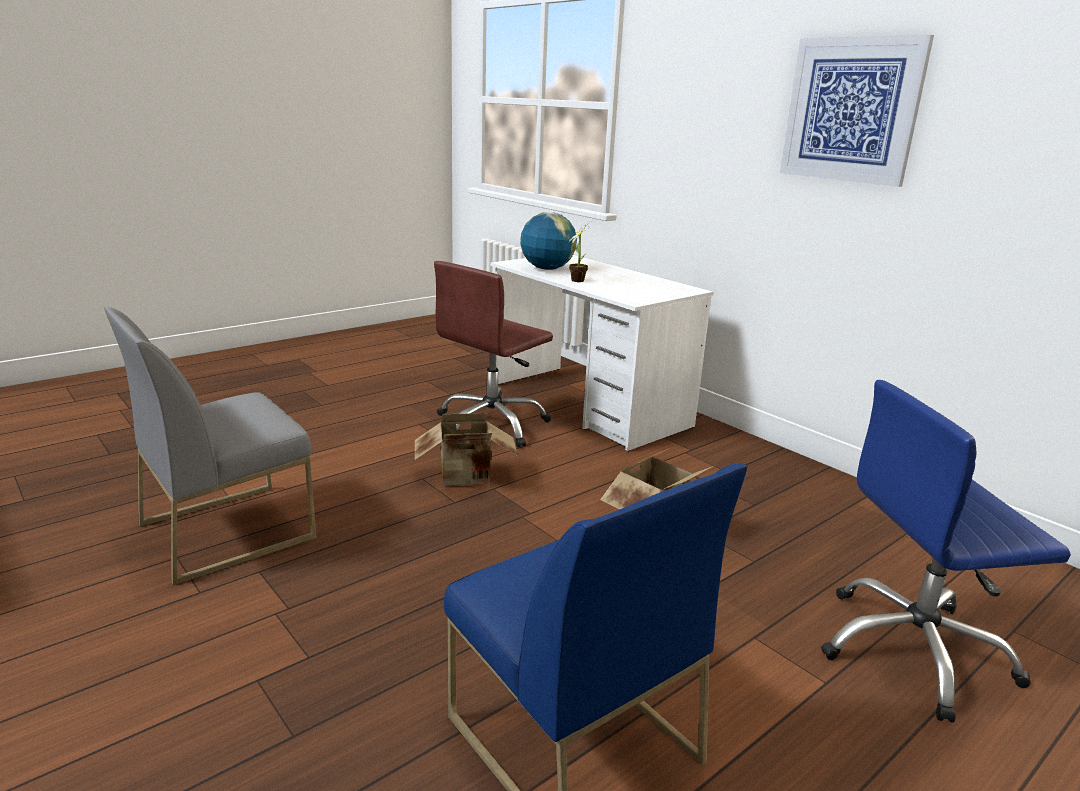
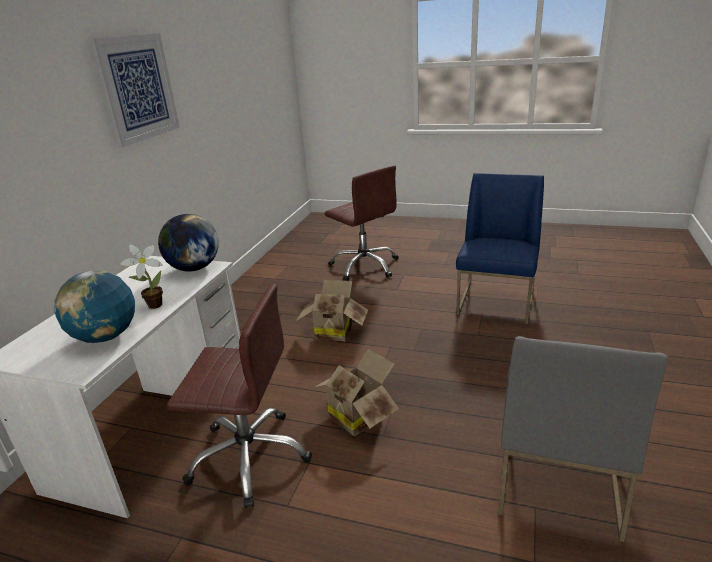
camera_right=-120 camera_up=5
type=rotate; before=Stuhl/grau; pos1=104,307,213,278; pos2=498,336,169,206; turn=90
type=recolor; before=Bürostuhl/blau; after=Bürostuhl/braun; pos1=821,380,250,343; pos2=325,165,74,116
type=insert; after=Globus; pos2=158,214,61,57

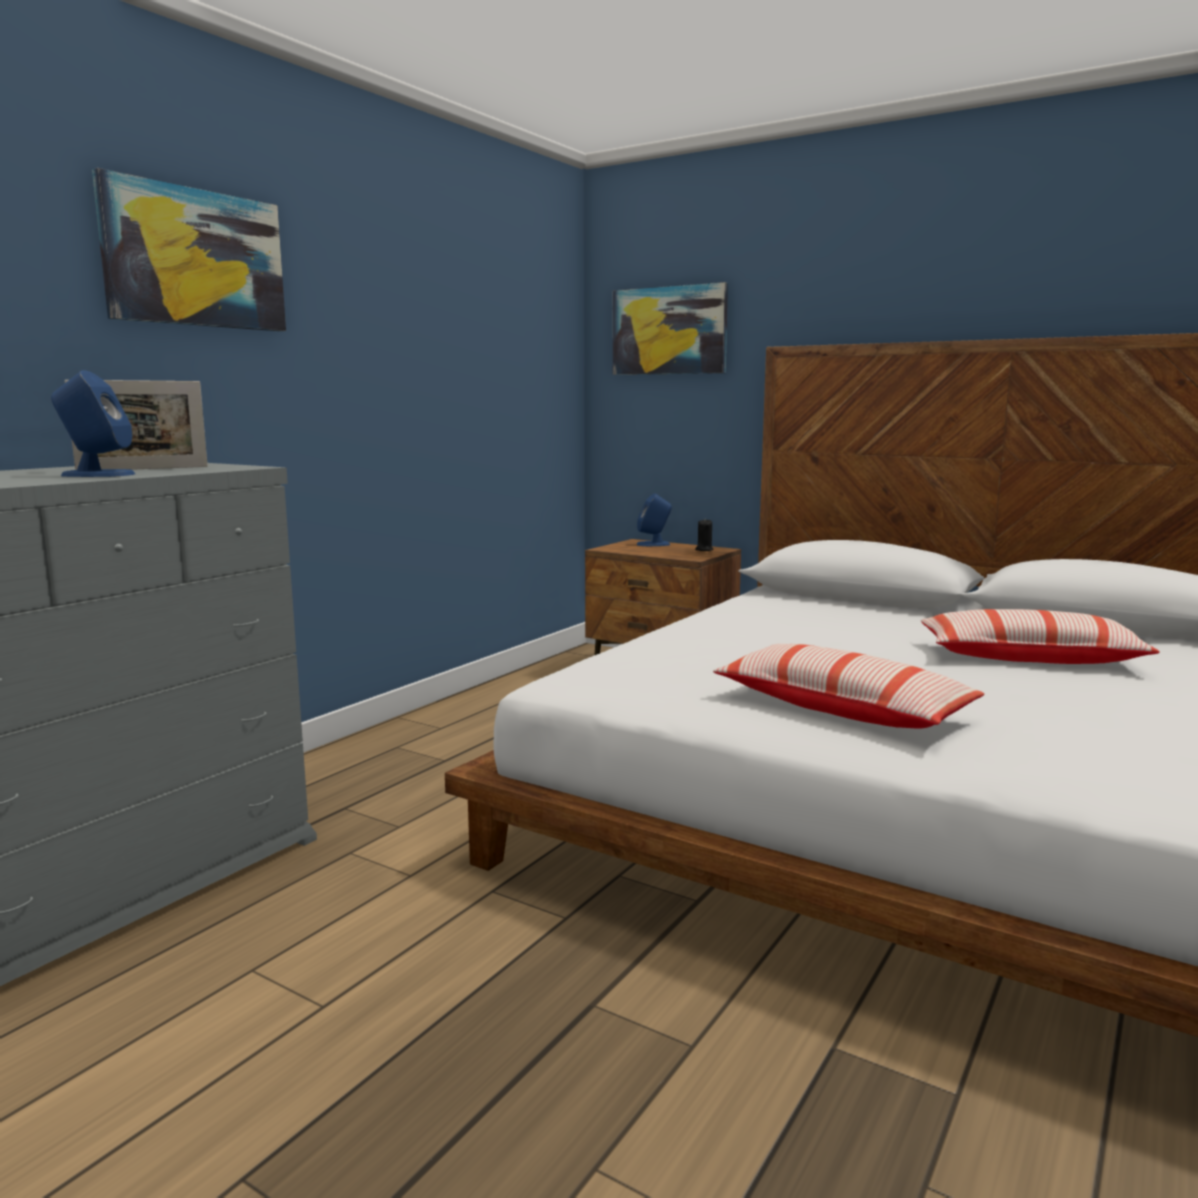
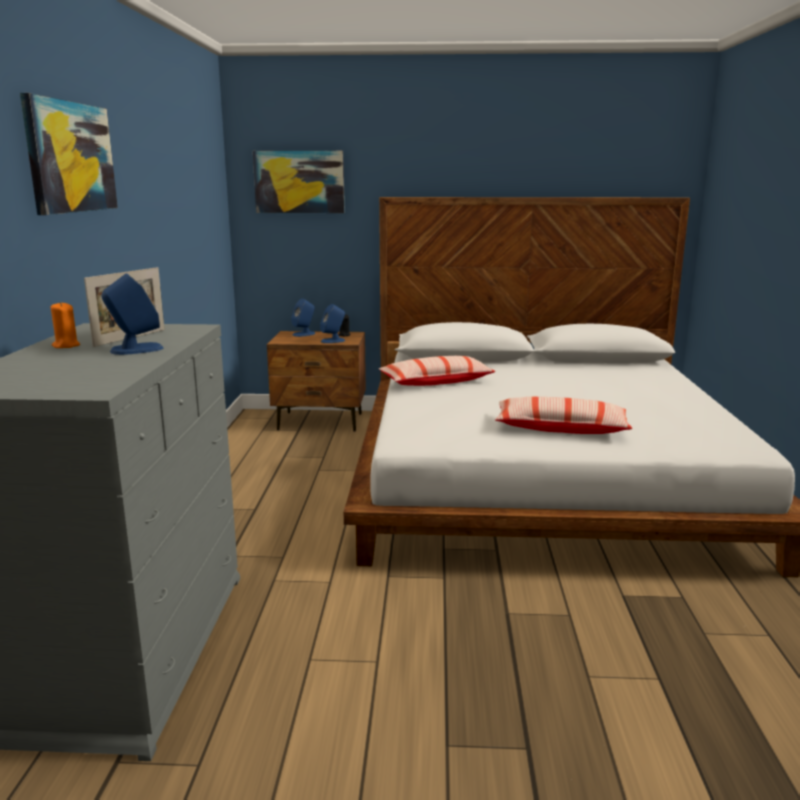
camera_right=-30 camera_up=5
type=move; before=Kissen; pos1=921,609,239,55; pos2=379,356,117,30
type=insert; after=Kerze/orange; pos2=50,302,30,46
type=insert; after=Lautsprecher/blau; pos2=320,304,25,39

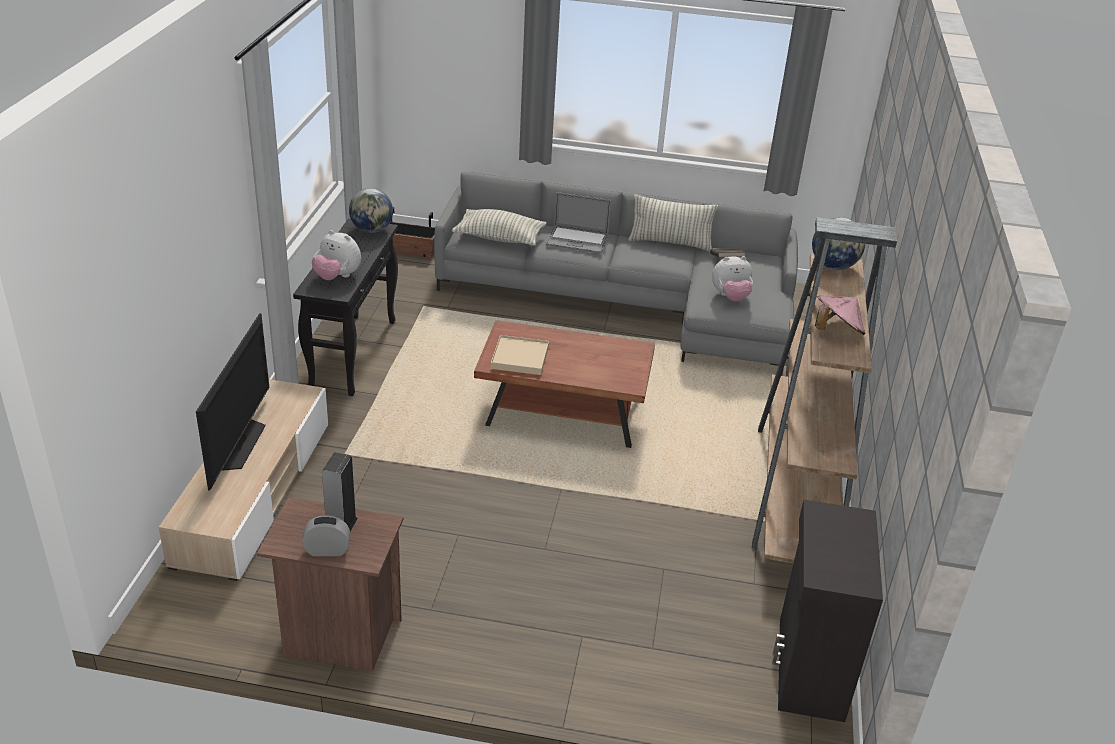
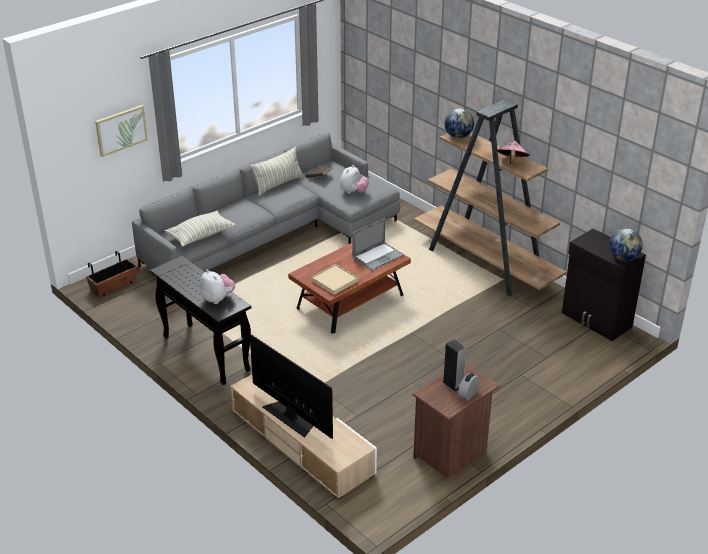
camera_right=-50 camera_up=0
type=rotate; before=Plüschtier; pos1=312,230,49,50; pos2=200,270,35,34; turn=-105
type=move; before=Globus; pos1=349,188,44,45; pos2=609,229,34,32
type=move; before=Laptop; pos1=546,192,65,62; pos2=352,218,52,53
type=insert; after=Bild; pos2=95,105,53,52

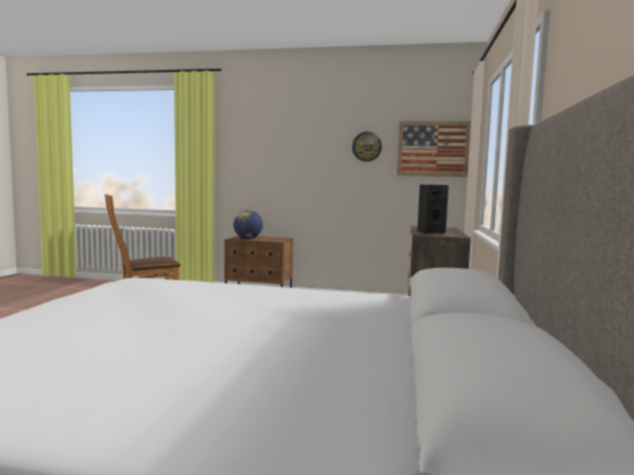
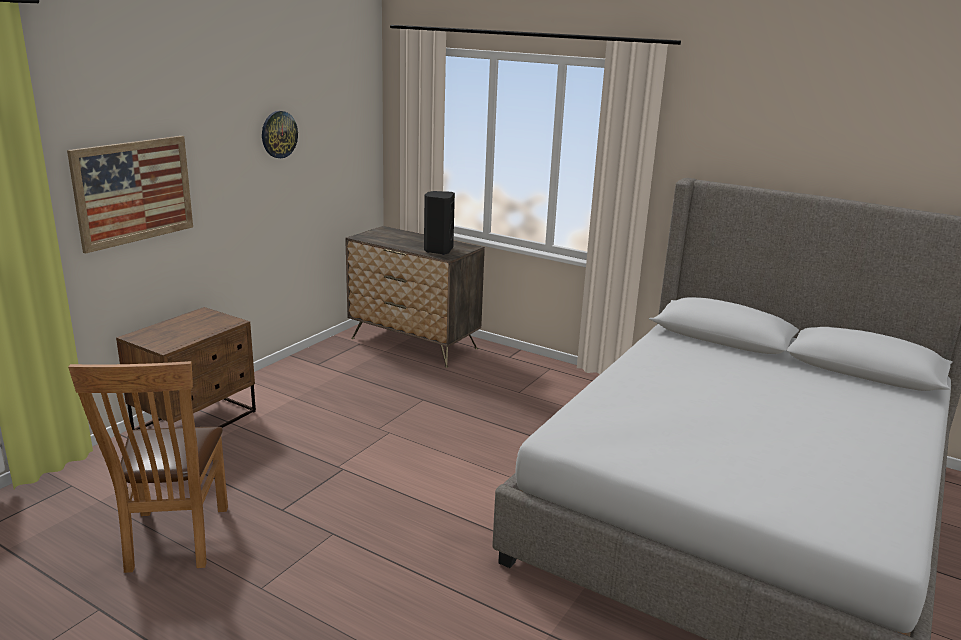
camera_right=-70 camera_up=15
type=delete; before=Globus; pos1=233,210,30,29
type=move; before=Bild; pos1=397,121,74,56; pos2=67,136,126,117

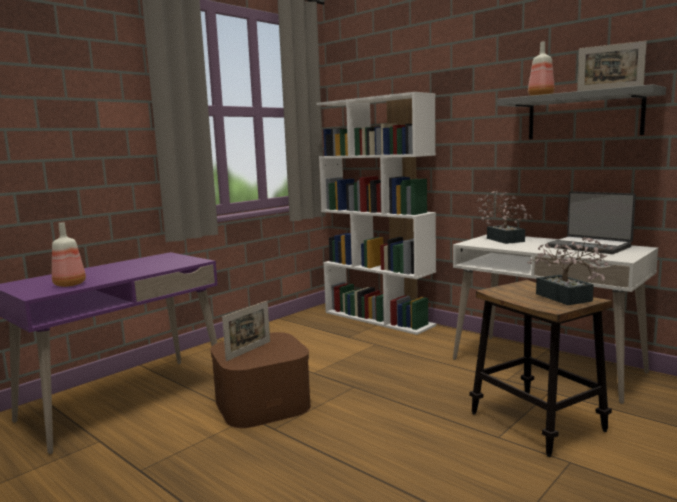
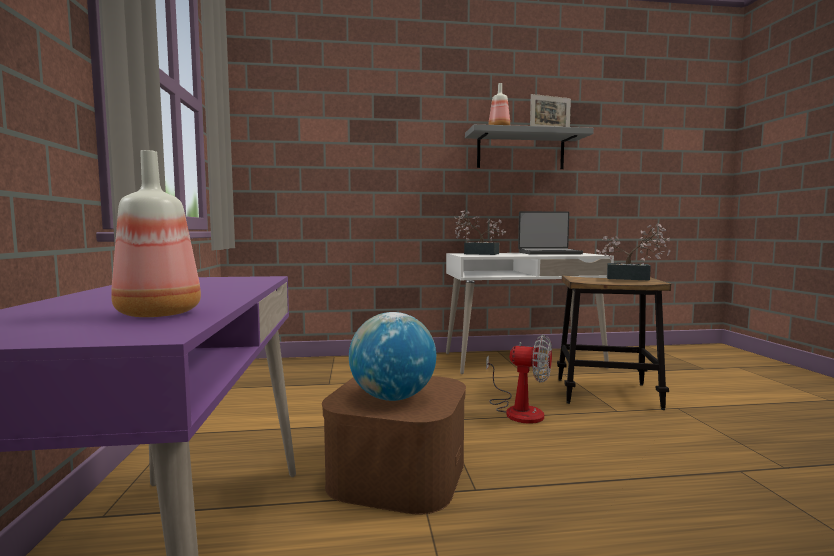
camera_right=-50 camera_up=-5
type=replace; before=Bilderrahmen; after=Globus; pos1=222,301,48,60; pos2=349,312,87,89
type=delete; before=Bücherregal/weiß; pos1=317,92,119,243
type=insert; after=Ventilator; pos2=486,335,66,89

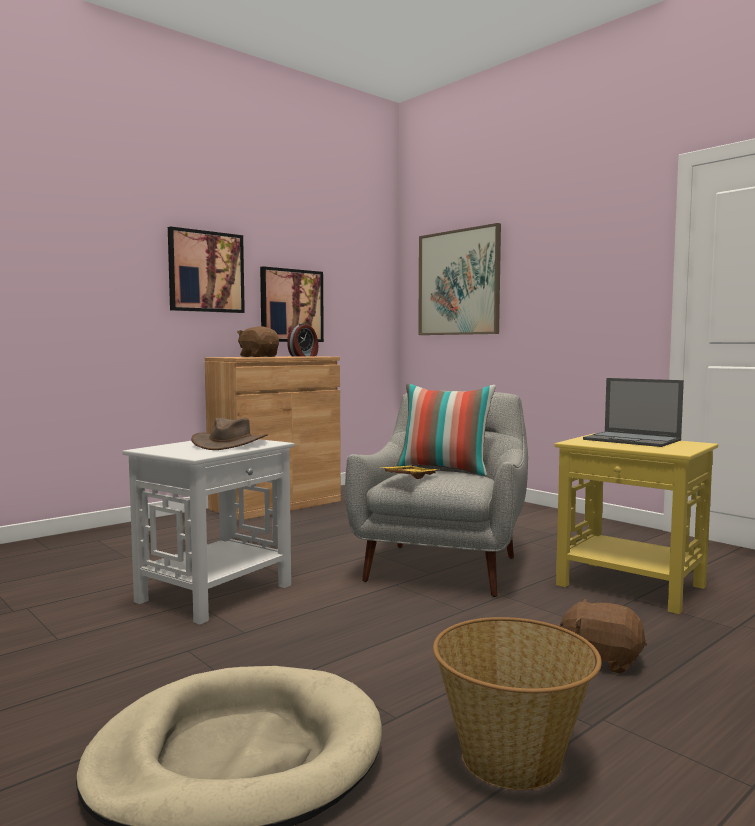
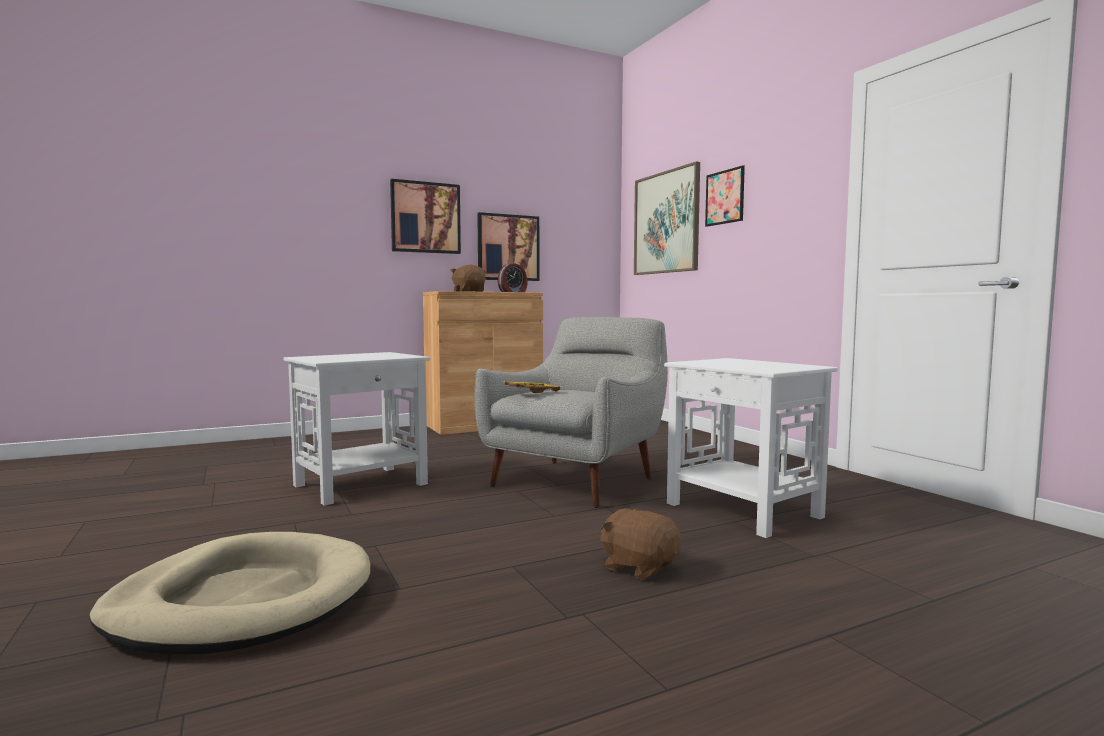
camera_right=15 camera_up=0
type=delete; before=Hut/braun; pos1=191,418,77,32
type=delete; before=Kissen; pos1=397,383,99,93
type=delete; before=Korb; pos1=433,617,169,173
type=recolor; before=Beistelltisch/gelb; after=Beistelltisch/weiß; pos1=554,433,164,181; pos2=664,358,174,180
type=delete; before=Laptop; pos1=583,378,101,69
type=insert; after=Bild; pos2=705,165,40,62

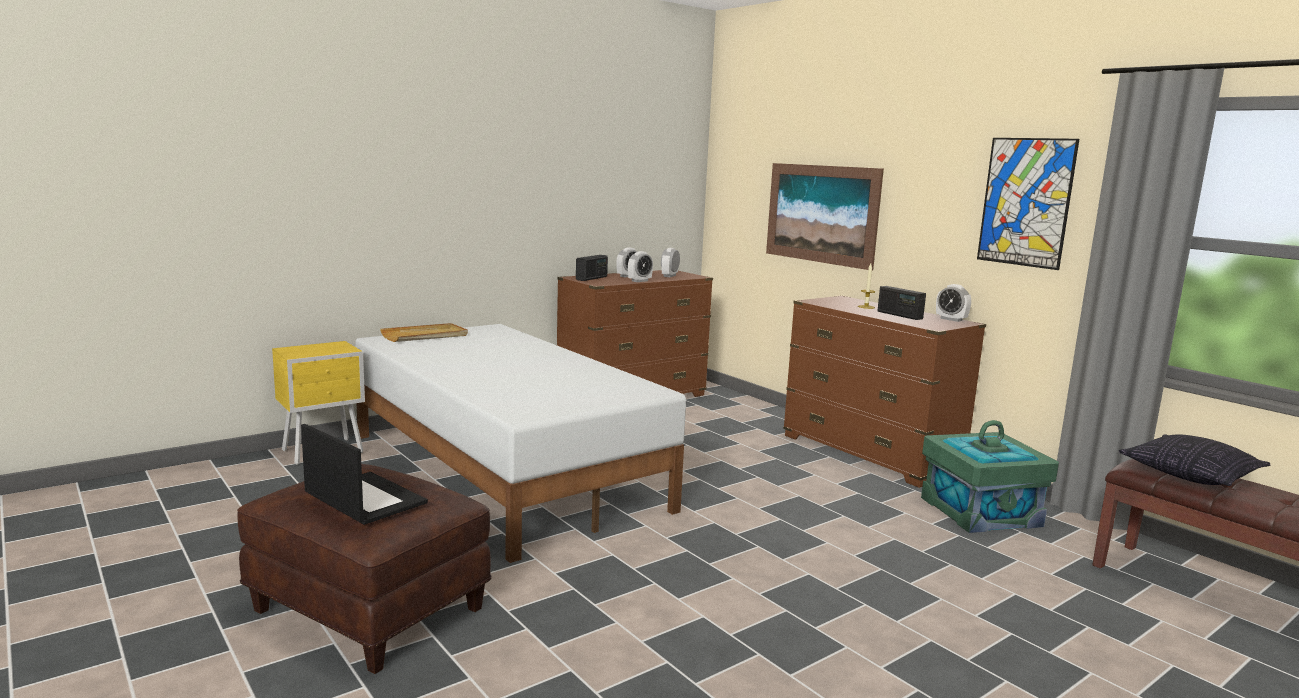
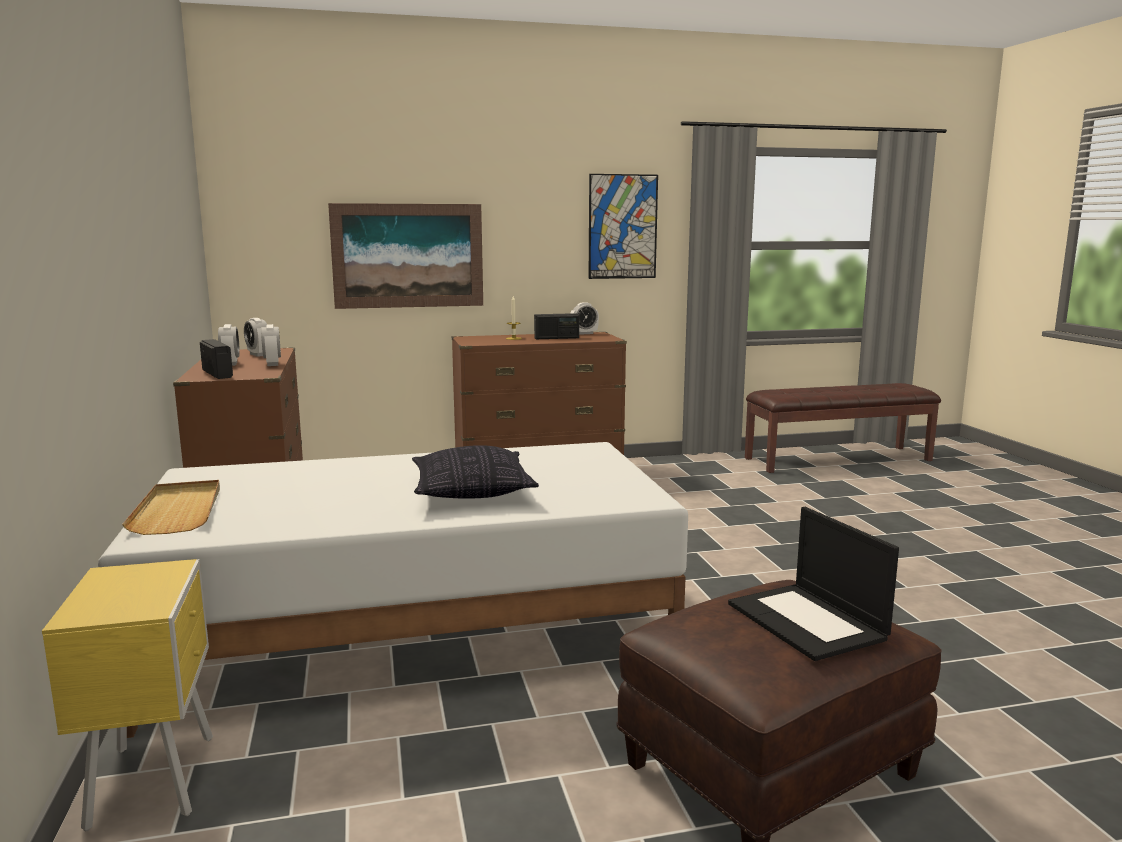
camera_right=-65 camera_up=0
type=rotate; before=Laptop; pos1=301,424,127,101; pos2=728,507,171,154; turn=-90
type=delete; before=Aufbewahrungsbox/grün; pos1=921,420,138,113
type=move; before=Kissen; pos1=1119,434,152,52; pos2=412,445,127,54

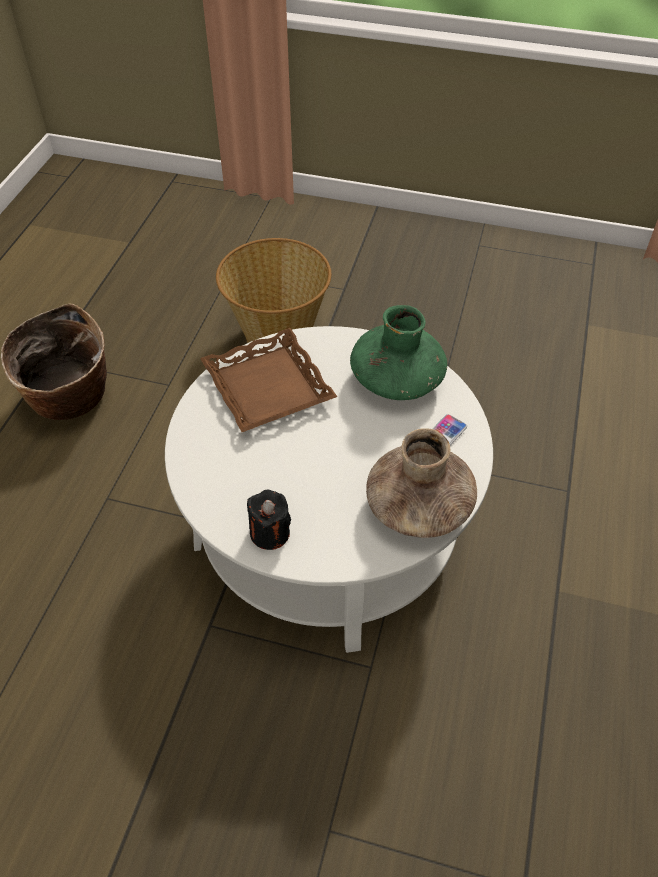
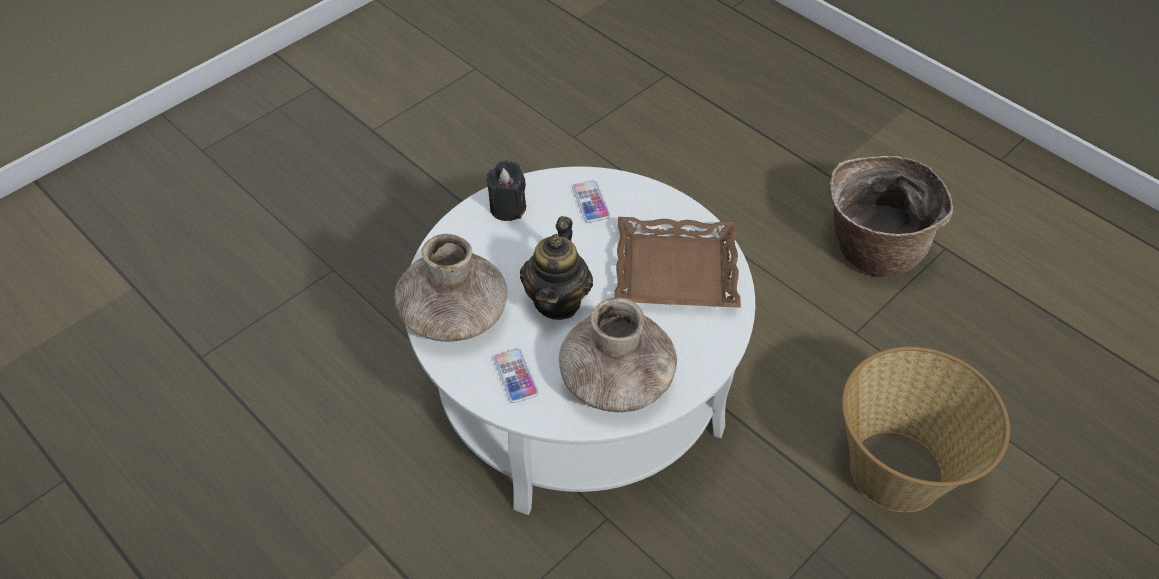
camera_right=120 camera_up=0
type=recolor; before=Vase/grün; after=Vase/braun; pos1=350,305,97,95; pos2=559,298,118,114
type=insert; after=Teekanne; pos2=520,216,73,104
type=insert; after=Handy; pos2=572,180,38,43

